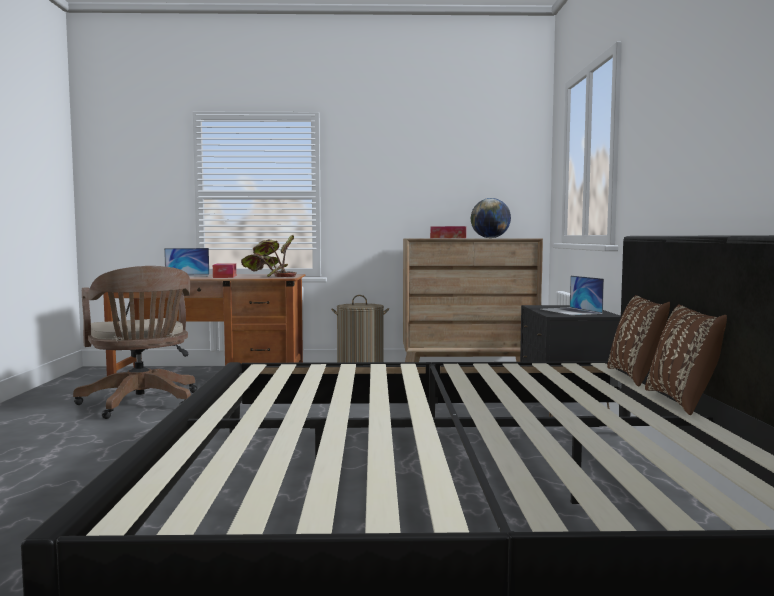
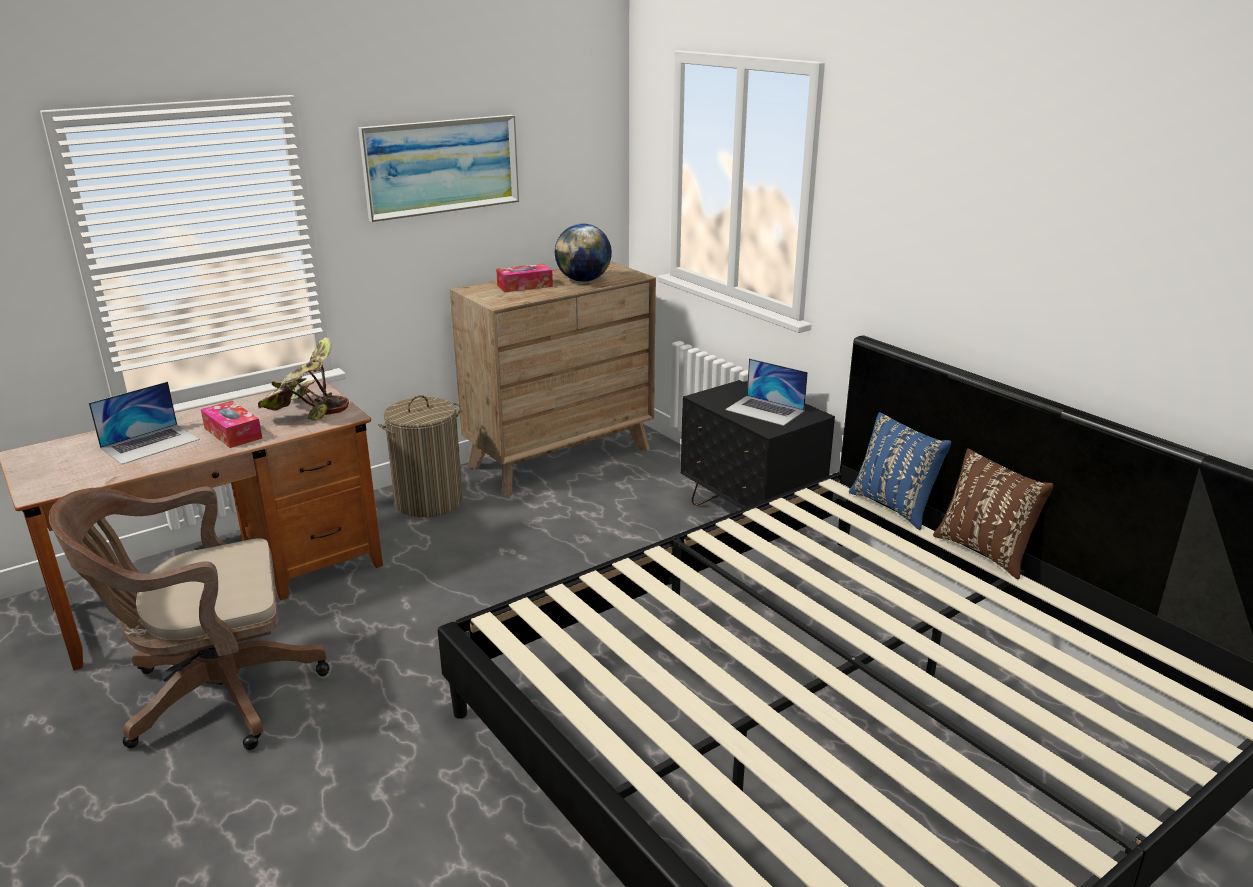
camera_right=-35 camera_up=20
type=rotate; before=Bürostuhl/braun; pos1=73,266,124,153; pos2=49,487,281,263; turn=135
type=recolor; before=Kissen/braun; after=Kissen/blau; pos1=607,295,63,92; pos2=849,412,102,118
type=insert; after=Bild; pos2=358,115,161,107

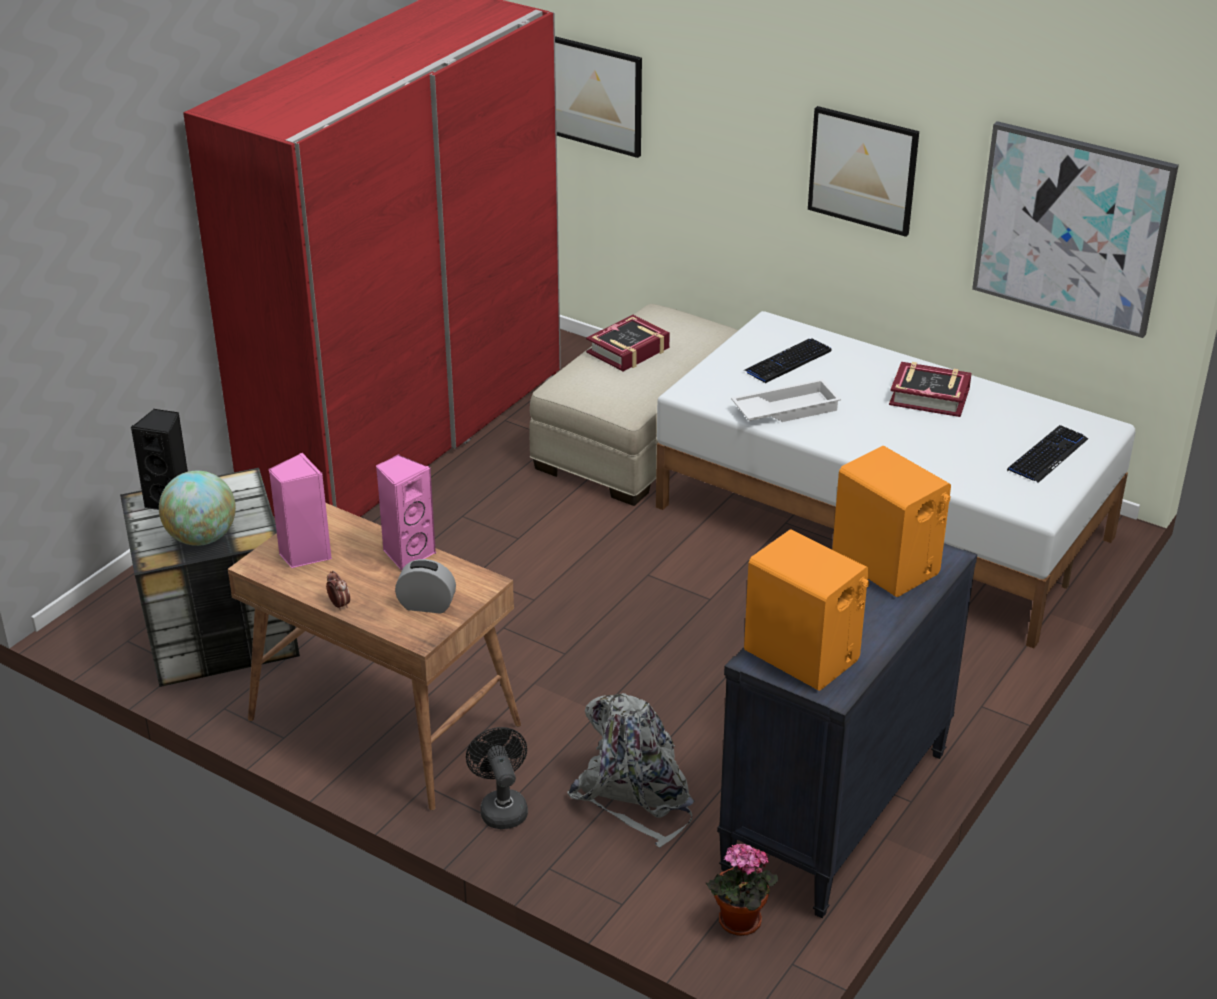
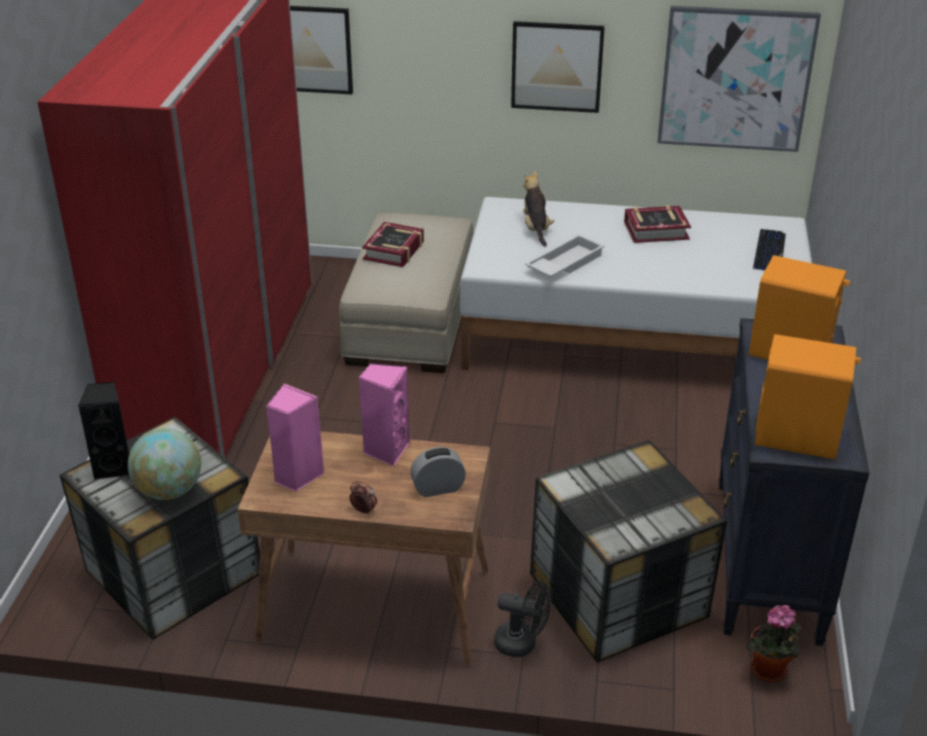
camera_right=-25 camera_up=0
type=rotate; before=Ventilator/schwarz; pos1=466,727,62,102; pos2=494,581,57,76; turn=150
type=replace; before=Rucksack/grau; after=Aufbewahrungsbox; pos1=567,693,127,155; pos2=530,440,197,222
type=replace; before=Tastatur; after=Plüschtier; pos1=744,339,88,44; pos2=523,171,31,76

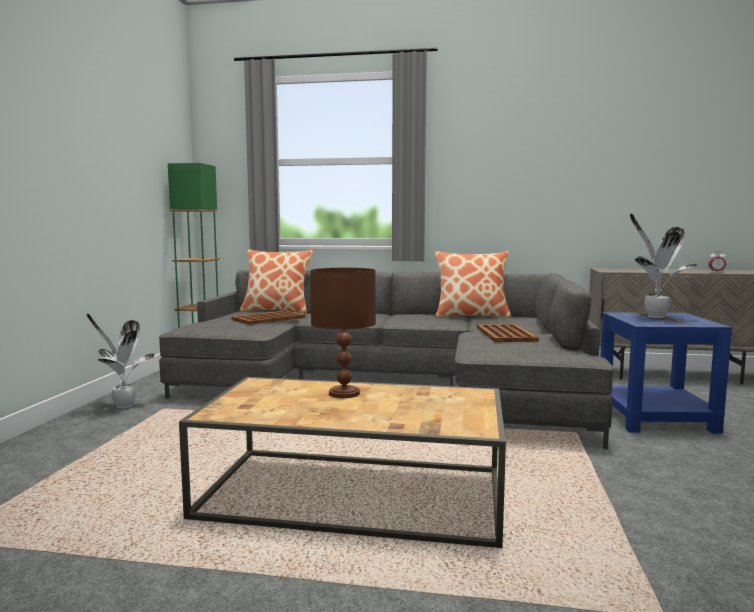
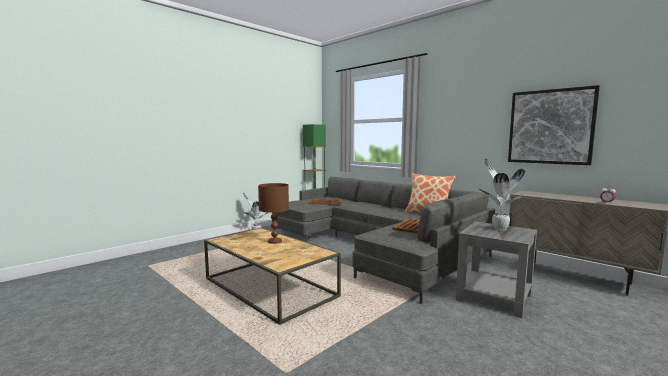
camera_right=35 camera_up=0
type=delete; before=Kissen; pos1=239,249,74,64
type=recolor; before=Beistelltisch/blau; after=Beistelltisch/grau; pos1=600,312,132,122; pos2=456,222,81,96
type=insert; after=Bild; pos2=508,85,92,80

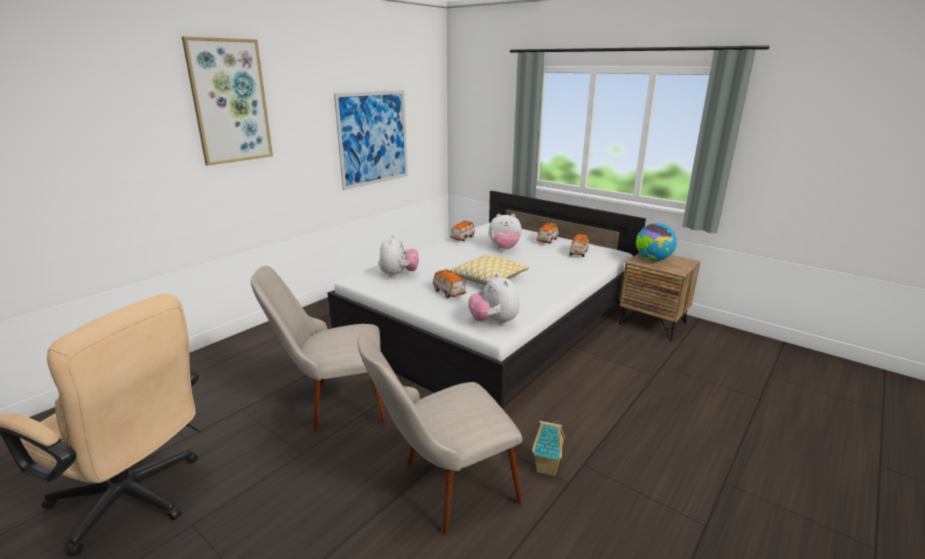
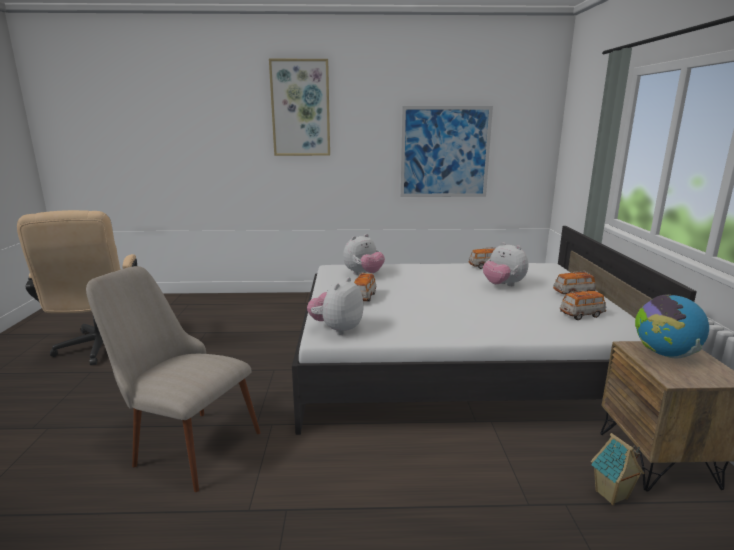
camera_right=50 camera_up=-5
type=delete; before=Stuhl/beige; pos1=251,266,136,166
type=delete; before=Kissen; pos1=450,255,79,31
type=move; before=Spielzeughaus; pos1=532,421,33,55; pos2=591,433,53,72

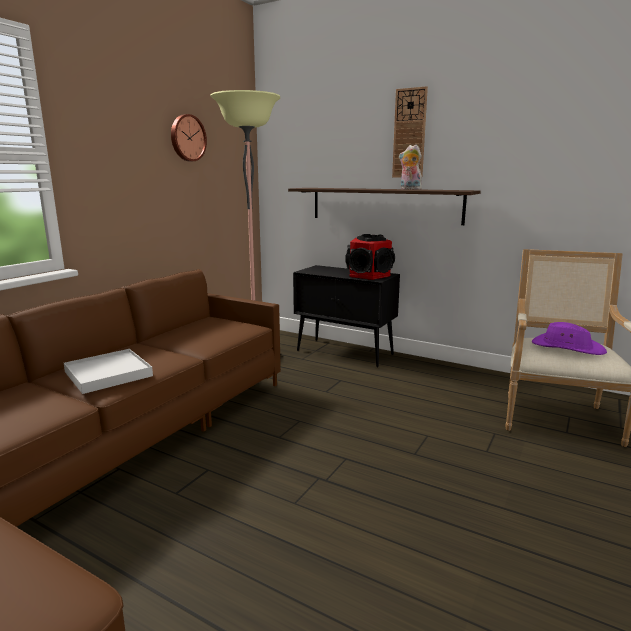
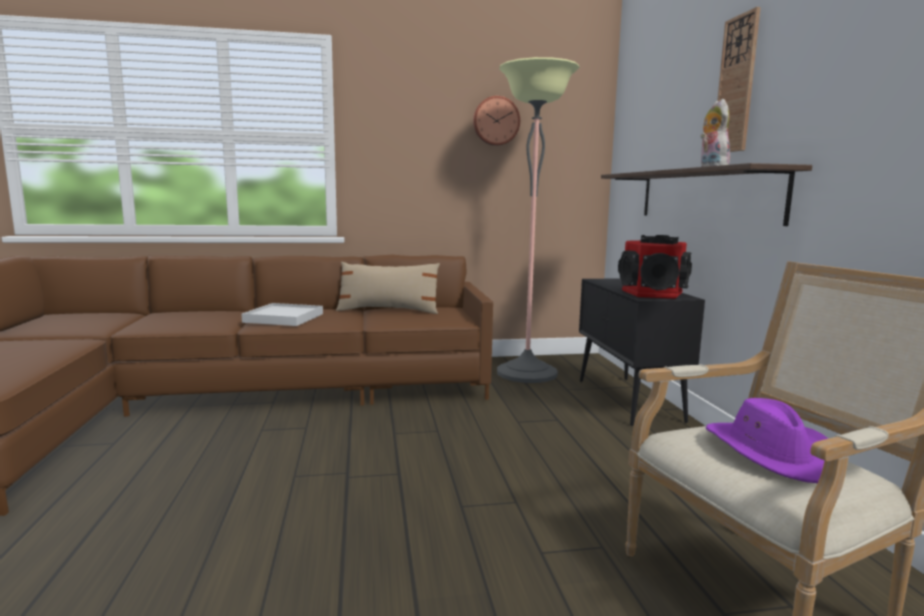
camera_right=50 camera_up=-5
type=insert; after=Kissen/beige; pos2=336,262,104,52

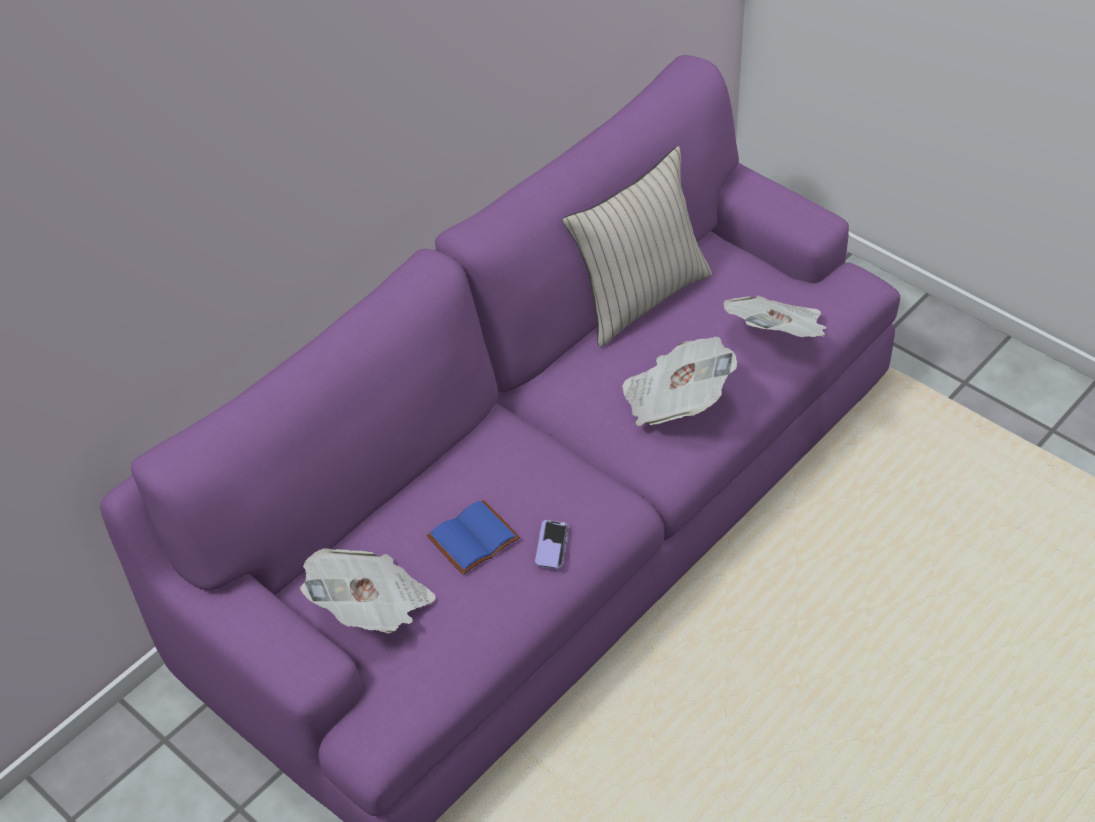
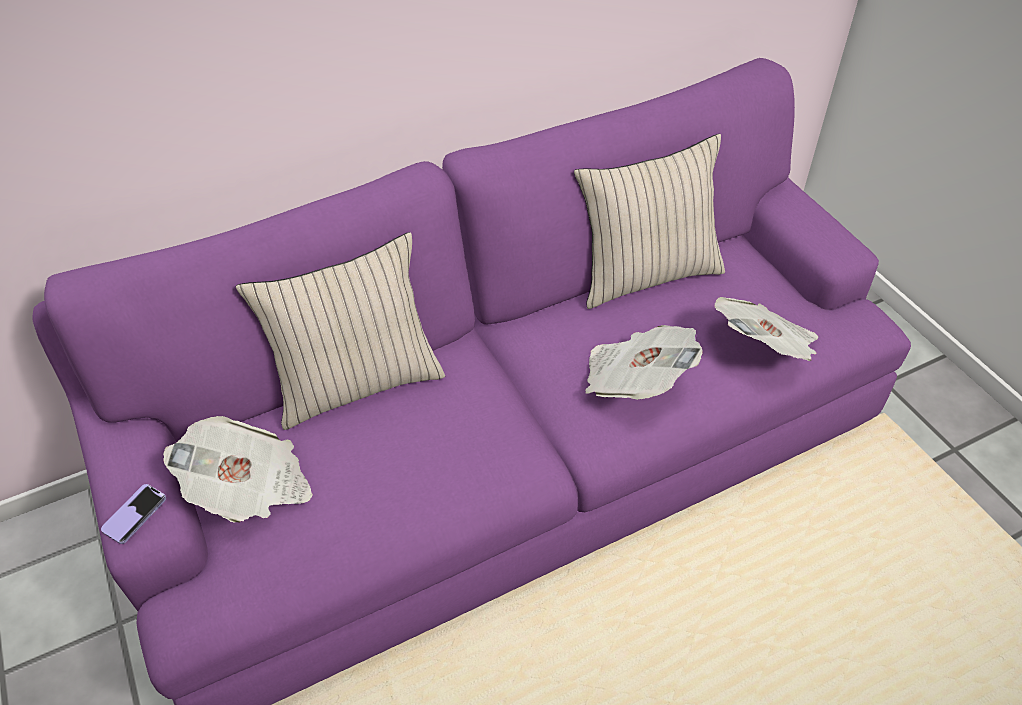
camera_right=20 camera_up=0
type=delete; before=Buch/blau; pos1=426,500,94,75
type=move; before=Handy; pos1=535,520,34,49; pos2=101,484,65,60
type=insert; after=Kissen/beige; pos2=236,232,209,198

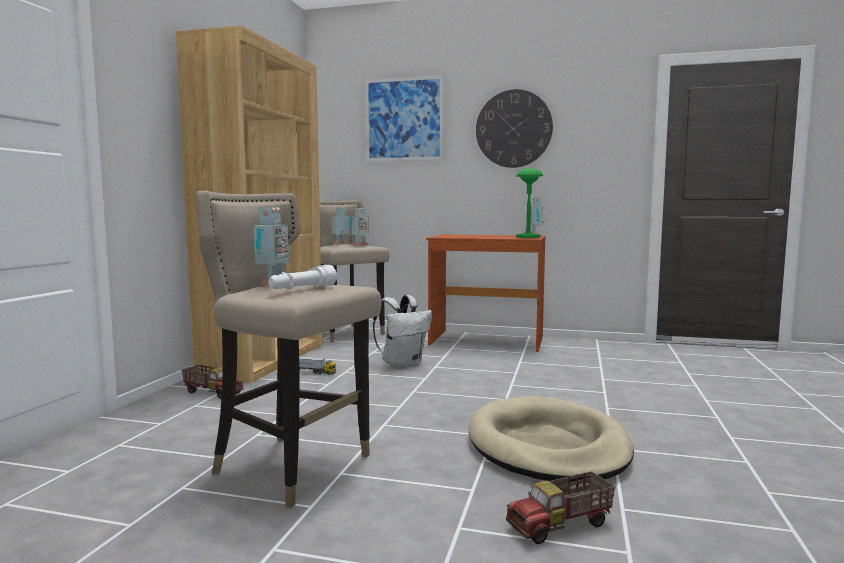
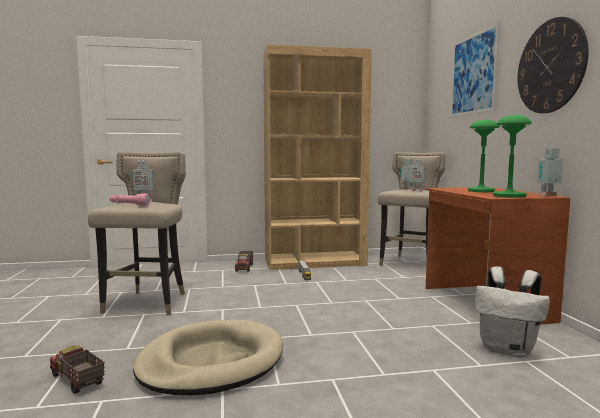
camera_right=65 camera_up=0
type=recolor; before=Taschenlampe/weiß; after=Taschenlampe/rosa; pos1=268,265,69,24; pos2=110,193,41,13
type=move; before=Rucksack/weiß; pos1=373,295,59,73; pos2=475,266,75,91
type=insert; after=Tischlampe/grün; pos2=467,119,33,73

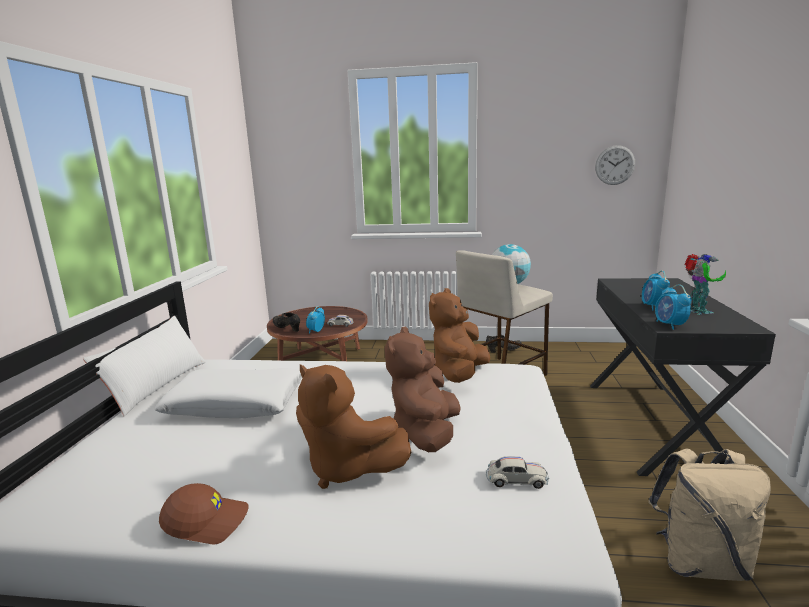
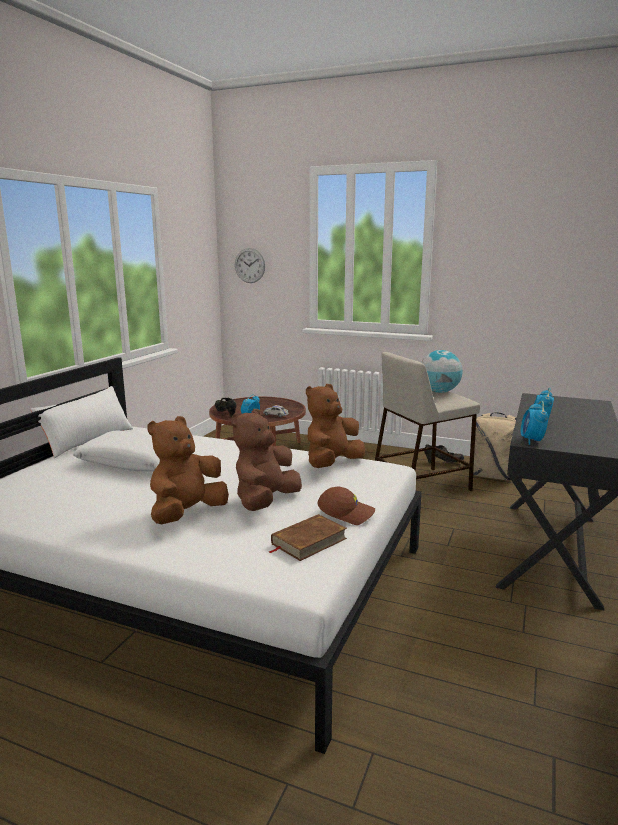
camera_right=15 camera_up=0
type=move; before=Kappe/braun; pos1=159,483,90,61; pos2=317,487,58,38
type=rotate; before=Plüschtier/braun; pos1=296,364,116,125; pos2=147,416,82,108; turn=75
type=replace; before=Spielzeugauto/weiß; after=Buch/braun; pos1=486,456,63,33; pos2=269,514,78,47
type=move; before=Wanduhr; pos1=595,145,40,40; pos2=235,248,30,35
type=move; before=Rucksack/beige; pos1=648,448,123,133; pos2=473,412,43,68
type=delete; before=Spielzeugroboter; pos1=685,254,41,61

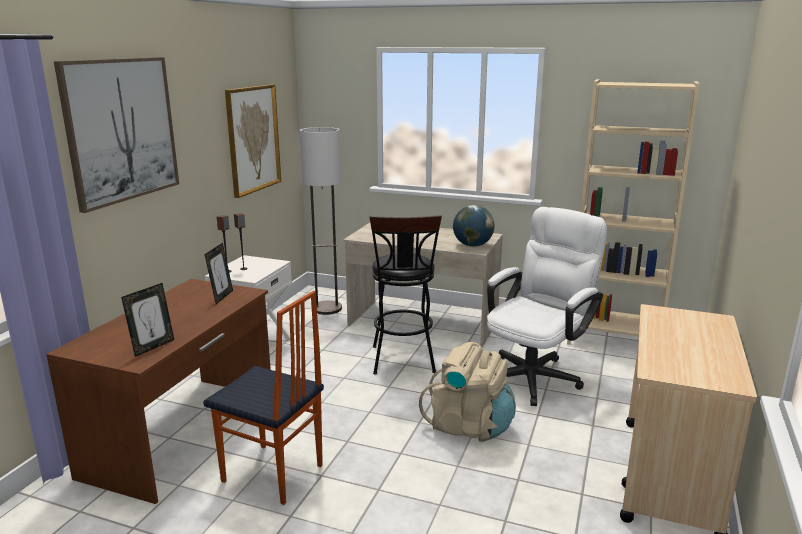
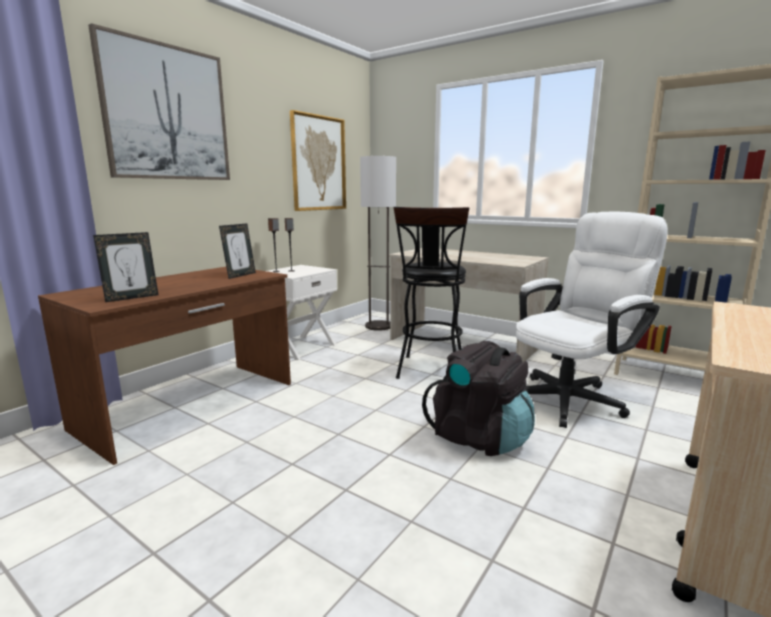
camera_right=15 camera_up=-5
type=delete; before=Stuhl; pos1=203,291,121,214
type=recolor; before=Rucksack/beige; after=Rucksack/schwarz; pos1=419,342,97,100; pos2=422,341,113,115
type=delete; before=Globus; pos1=453,205,42,42

